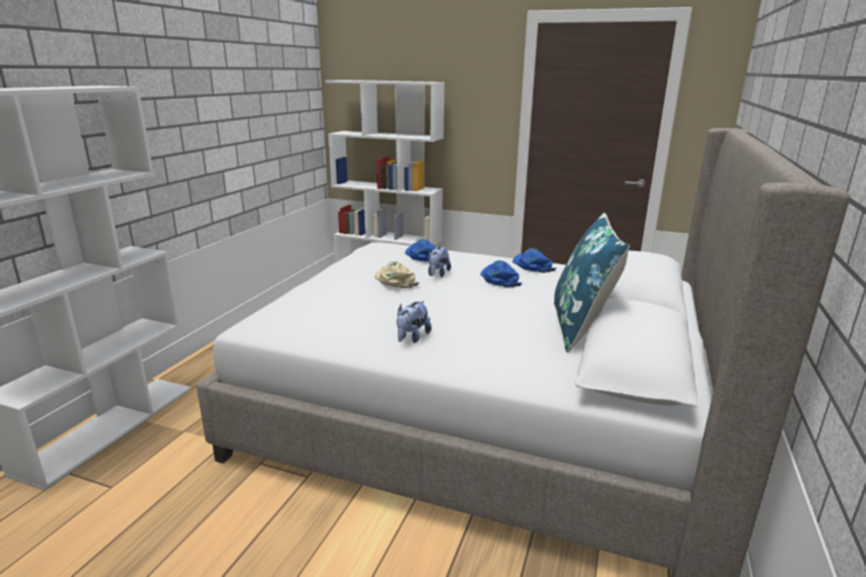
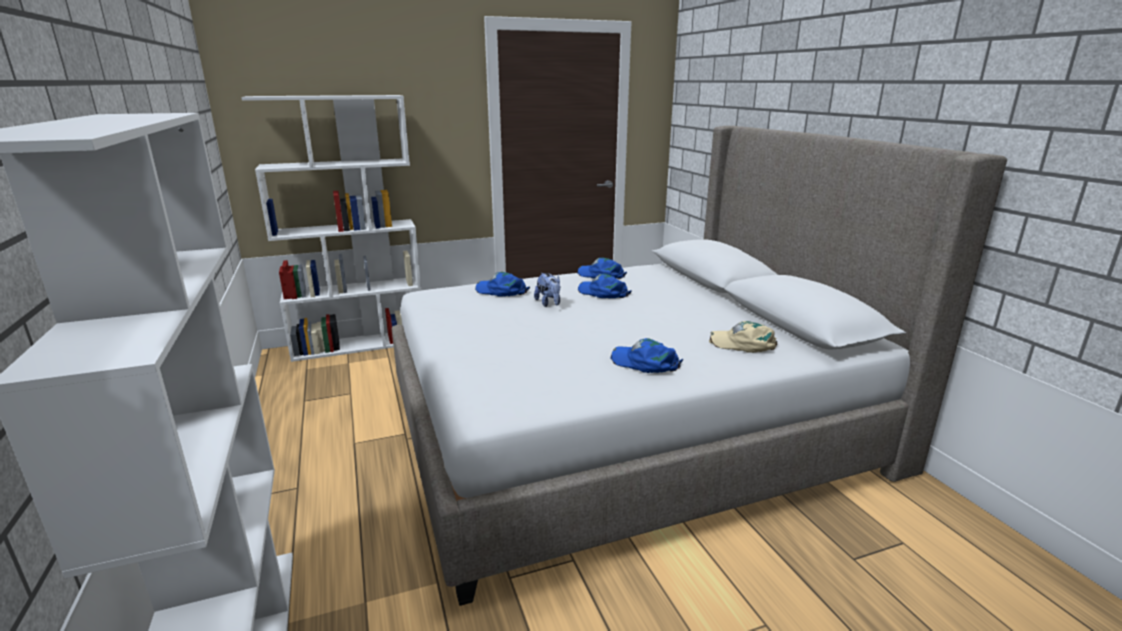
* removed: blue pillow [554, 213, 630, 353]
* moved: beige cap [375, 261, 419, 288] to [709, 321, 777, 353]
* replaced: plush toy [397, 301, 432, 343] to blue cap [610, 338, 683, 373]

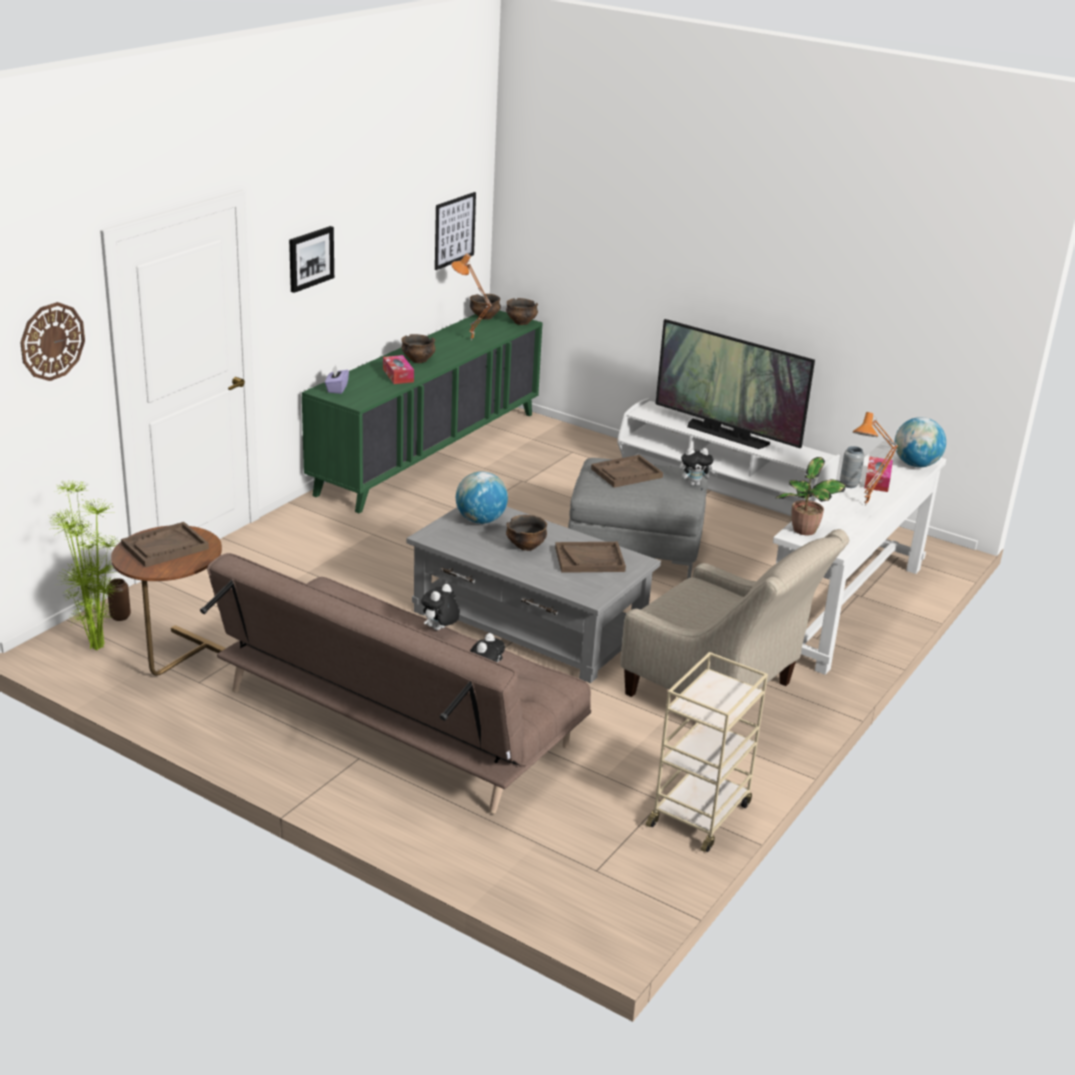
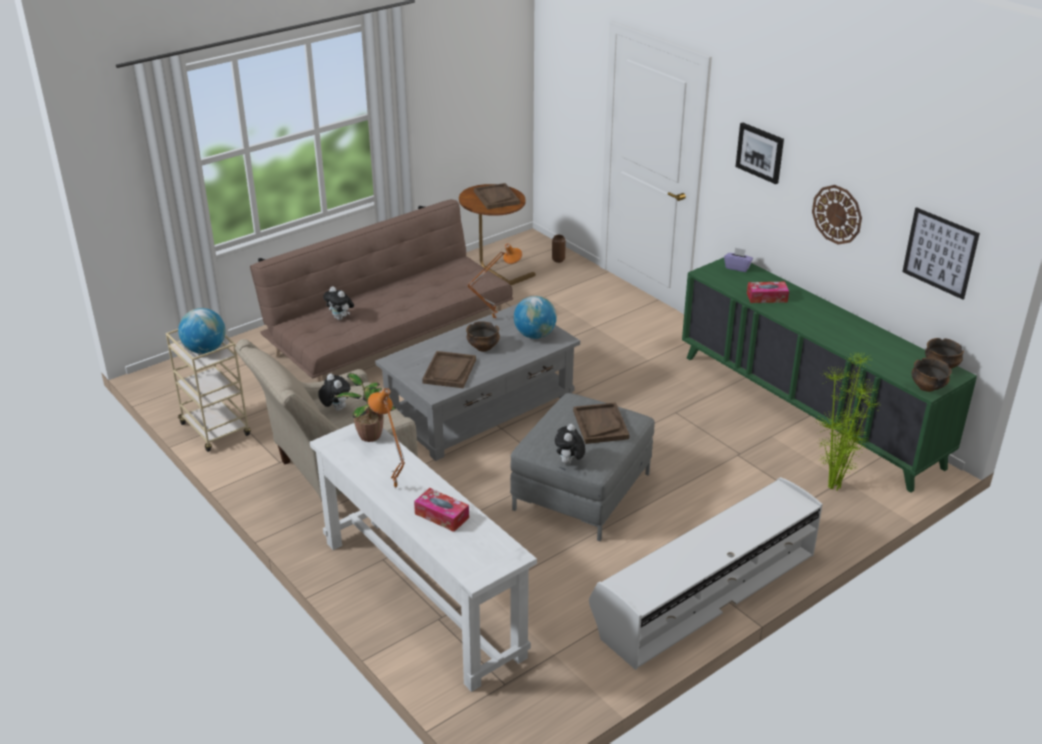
* moved: orange table lamp [451, 253, 492, 341] to [467, 243, 522, 320]
* moved: wall clock [20, 302, 85, 381] to [812, 185, 862, 244]
* removed: television [656, 319, 815, 449]
* removed: bowl [401, 334, 436, 363]
* moved: globe [894, 417, 946, 467] to [178, 308, 226, 354]
* removed: grey vase [840, 446, 865, 488]
* moved: potted plant [50, 480, 120, 650] to [815, 352, 880, 491]
* moved: plush toy [421, 584, 460, 630] to [318, 373, 350, 411]

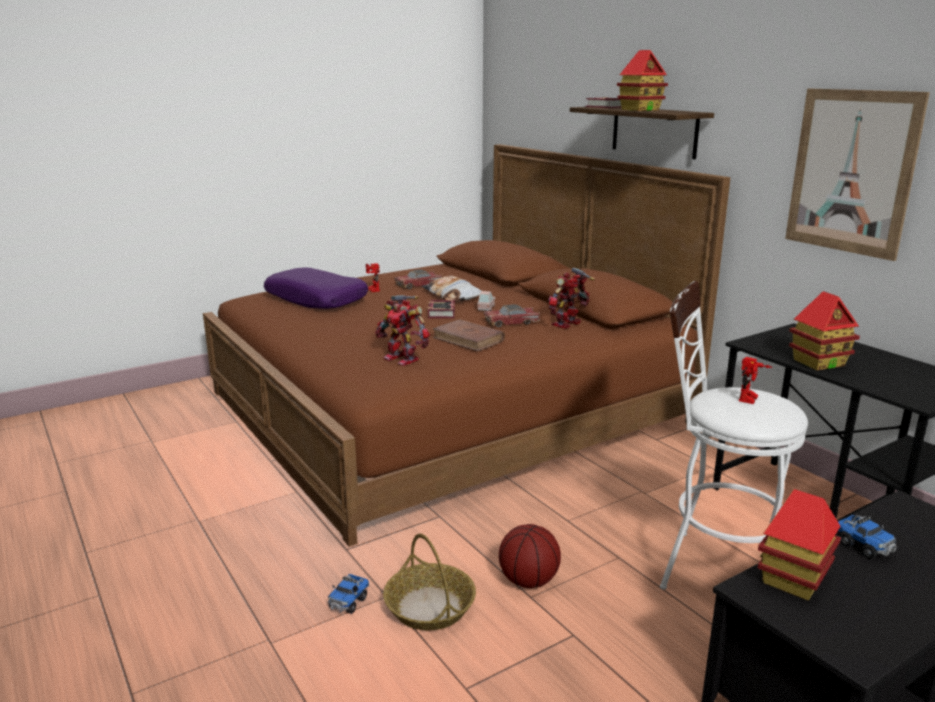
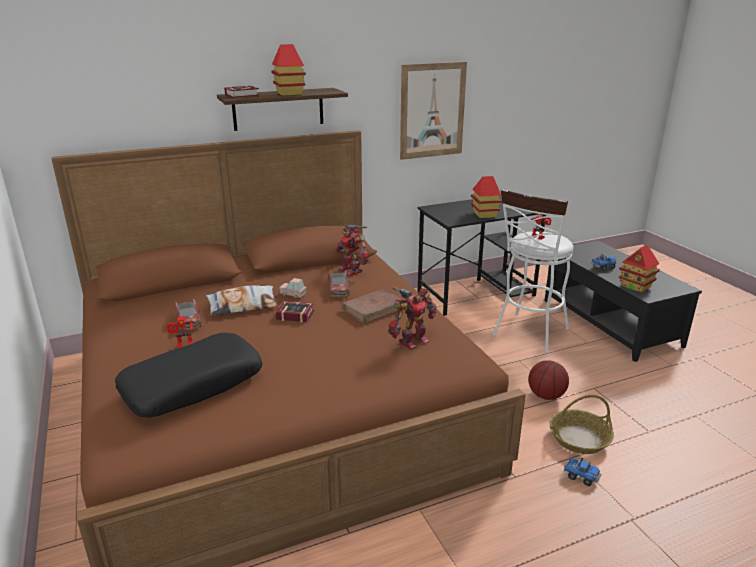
* recoloured: purple pillow [264, 268, 368, 309] to black pillow [115, 333, 262, 417]

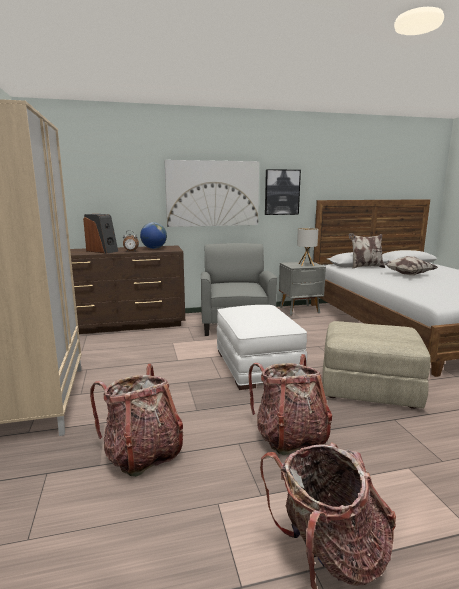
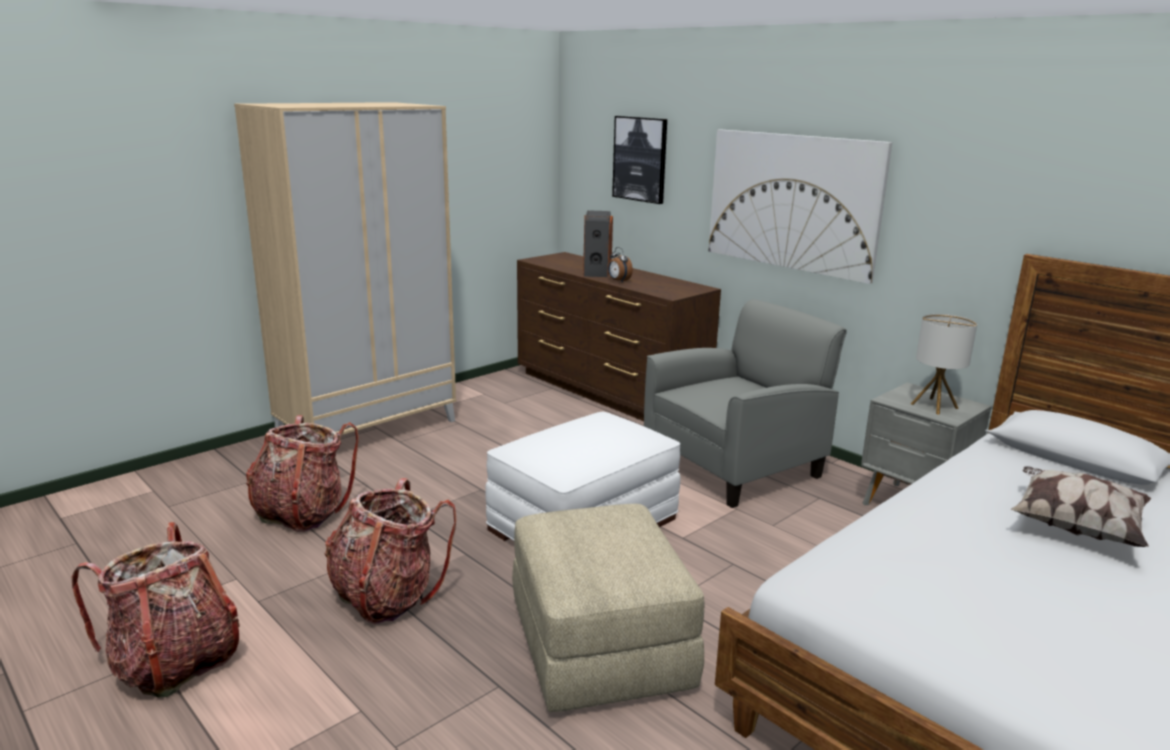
* moved: picture [265, 169, 301, 215] to [612, 116, 667, 204]
* removed: globe [140, 222, 167, 249]
* removed: pillow [349, 233, 385, 269]

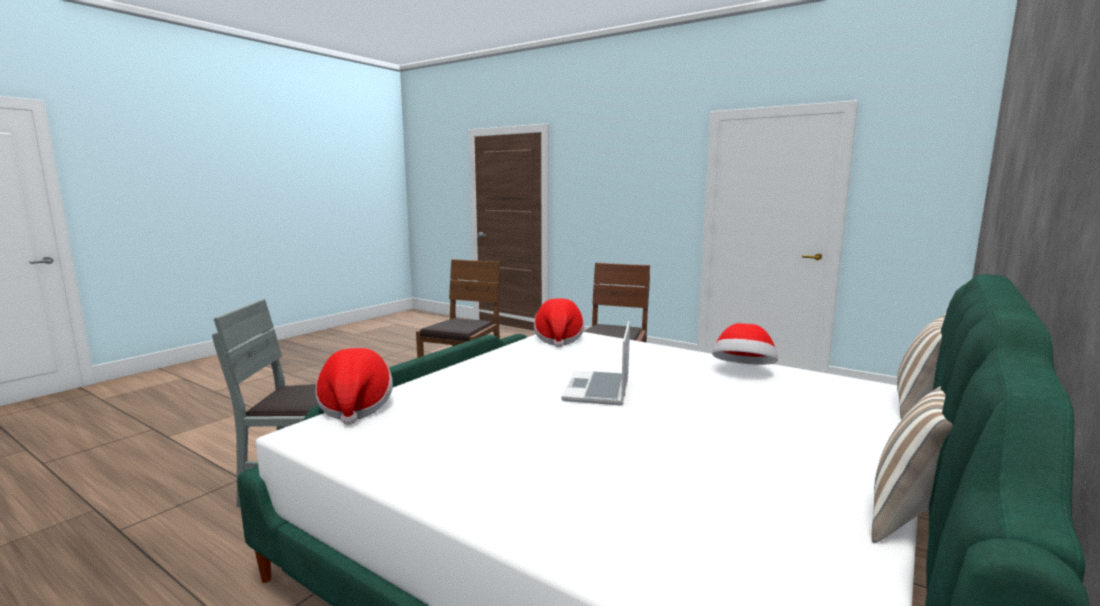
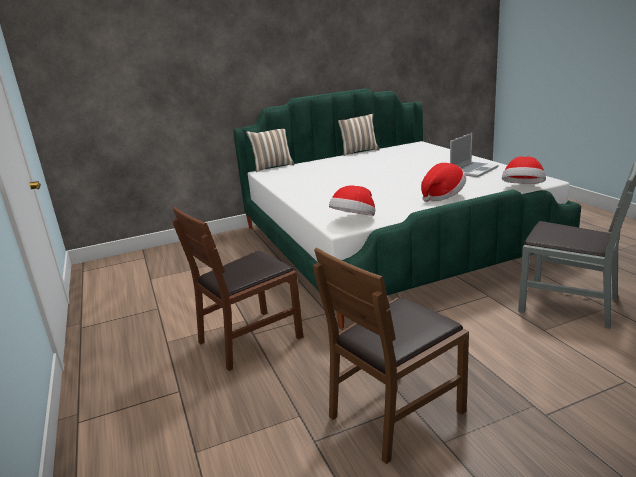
* moved: laptop [561, 321, 630, 406] to [450, 133, 498, 177]
* moved: hat [712, 323, 778, 365] to [421, 163, 466, 202]

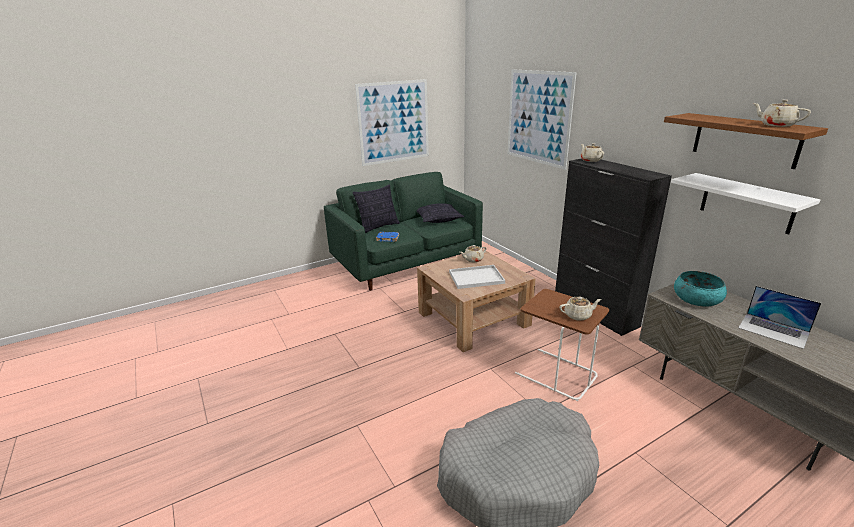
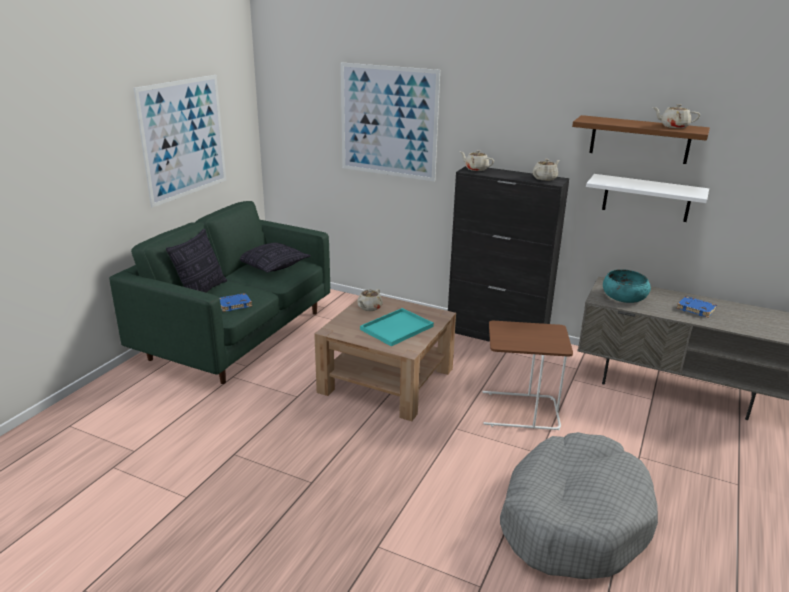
* recoloured: white tray [449, 265, 505, 289] to turquoise tray [360, 308, 434, 346]
* replaced: laptop [738, 286, 821, 349] to blue book [677, 296, 717, 318]
* moved: beige teapot [560, 297, 601, 321] to [533, 159, 560, 181]

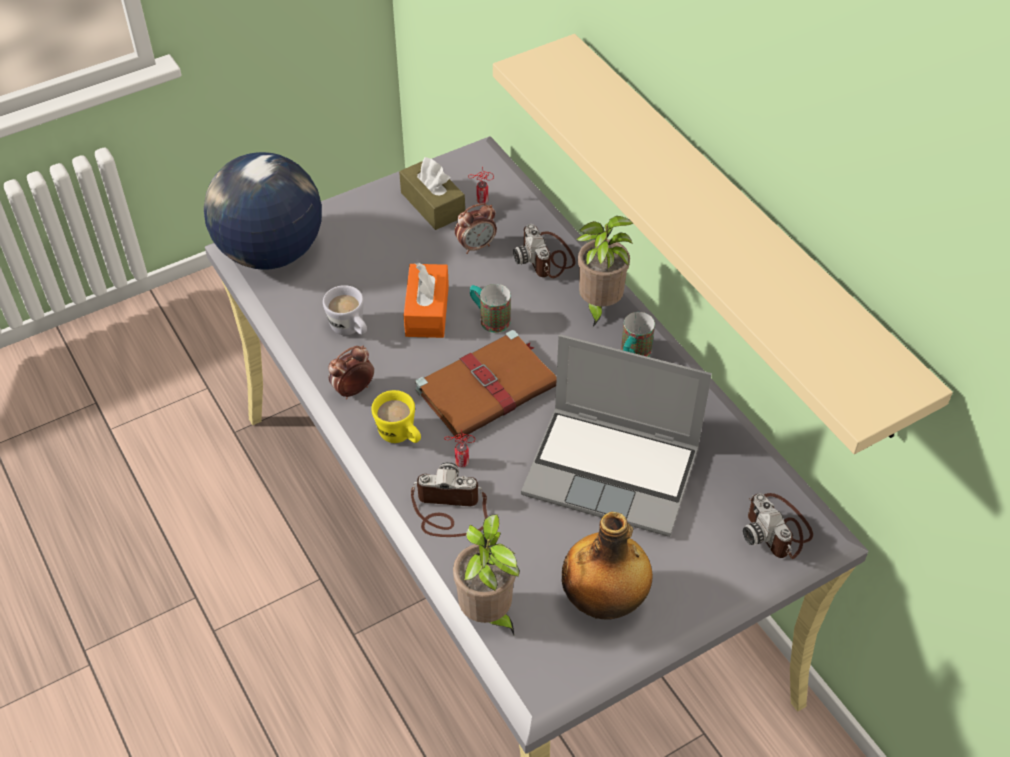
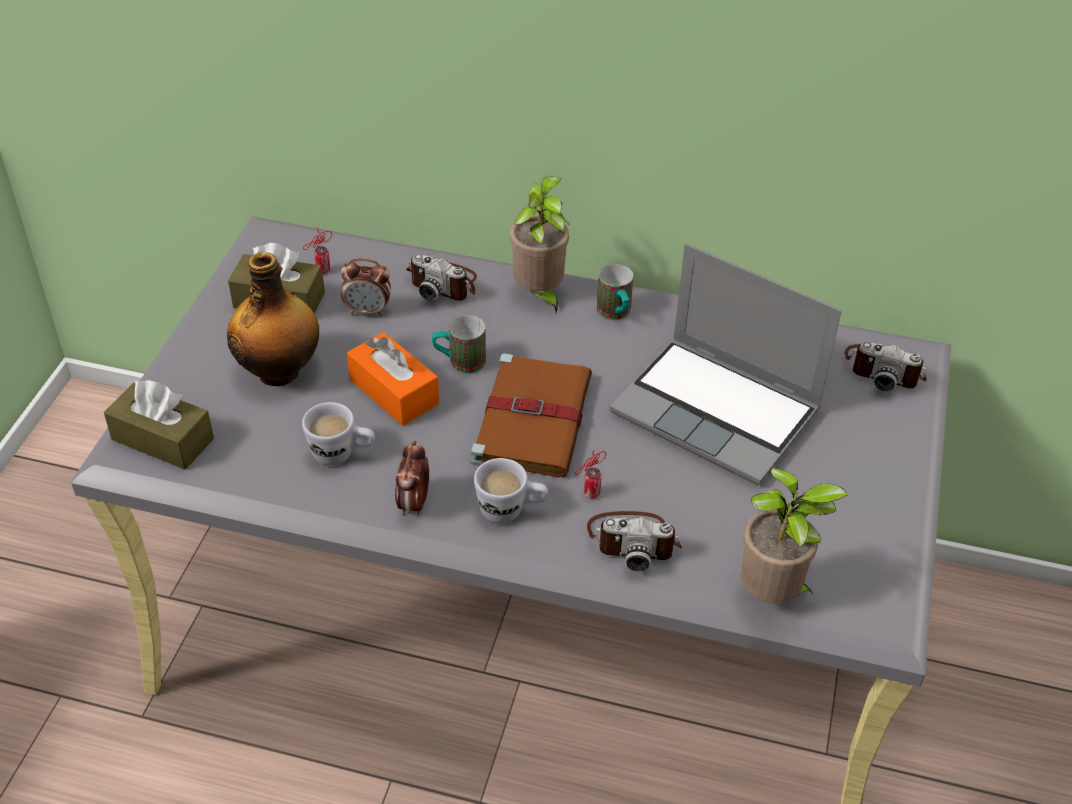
* removed: beige shelf [493, 34, 953, 454]
* replaced: globe [204, 152, 322, 270] to brown tissue box [104, 380, 214, 470]
* turned: alarm clock [455, 203, 497, 254] = [341, 258, 391, 317] 75 degrees clockwise
* turned: laptop [521, 334, 712, 537] = [610, 244, 842, 485] 60 degrees clockwise
* recoloured: yellow mug [371, 390, 421, 443] to white mug [474, 458, 548, 524]
* turned: photo camera [411, 462, 488, 537] = [587, 511, 682, 571] 135 degrees counterclockwise
* moved: bottle [561, 512, 653, 620] to [227, 252, 319, 386]

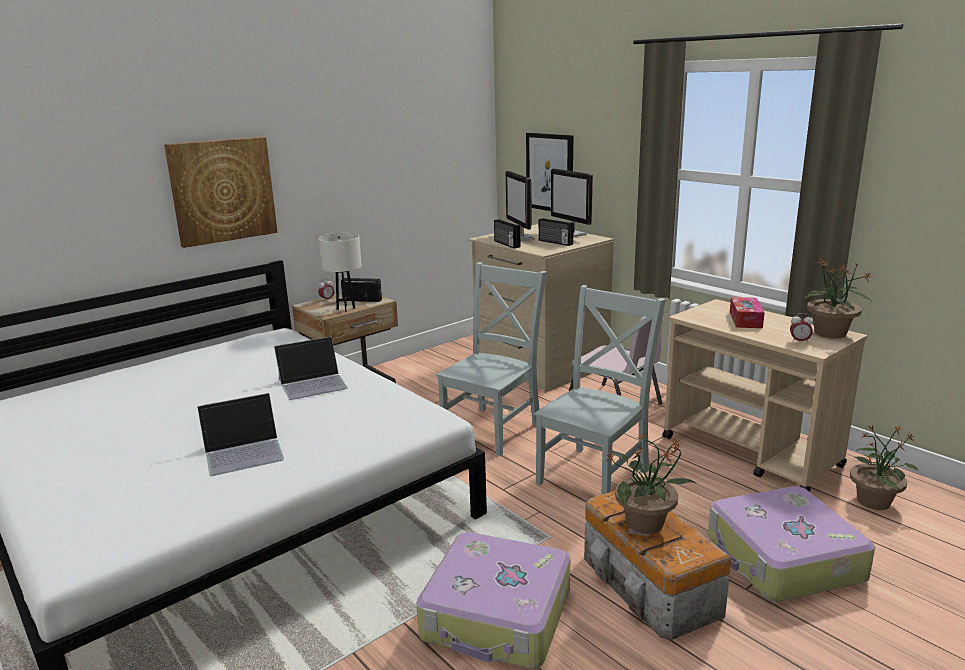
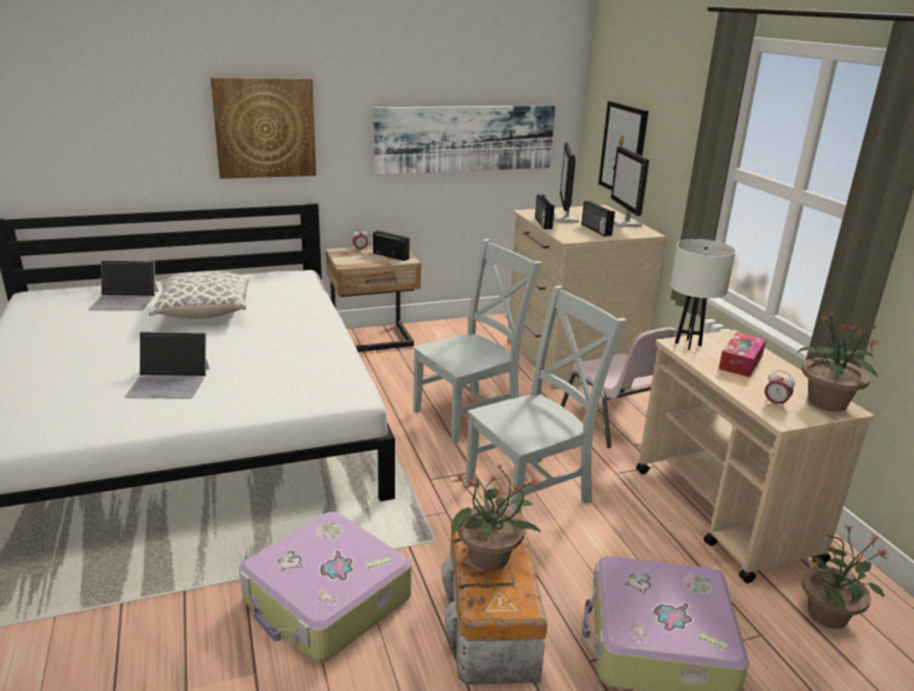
* moved: white table lamp [319, 233, 362, 312] to [670, 239, 736, 350]
* moved: laptop [274, 336, 348, 400] to [88, 260, 158, 311]
* added: picture [374, 105, 555, 174]
* added: pillow [149, 271, 249, 319]

